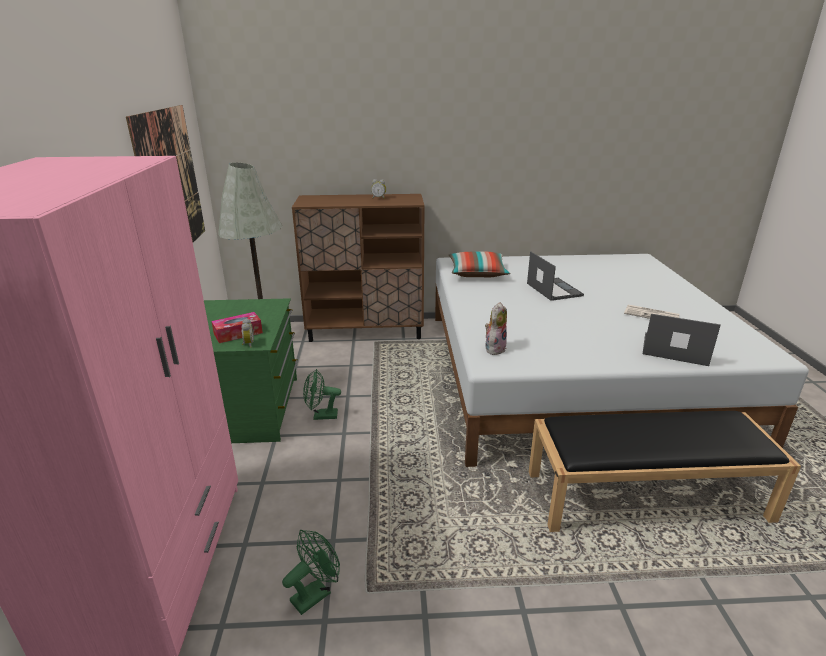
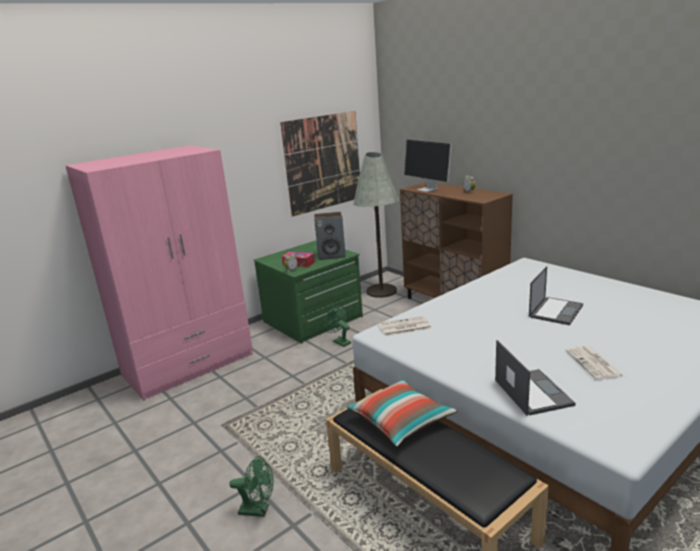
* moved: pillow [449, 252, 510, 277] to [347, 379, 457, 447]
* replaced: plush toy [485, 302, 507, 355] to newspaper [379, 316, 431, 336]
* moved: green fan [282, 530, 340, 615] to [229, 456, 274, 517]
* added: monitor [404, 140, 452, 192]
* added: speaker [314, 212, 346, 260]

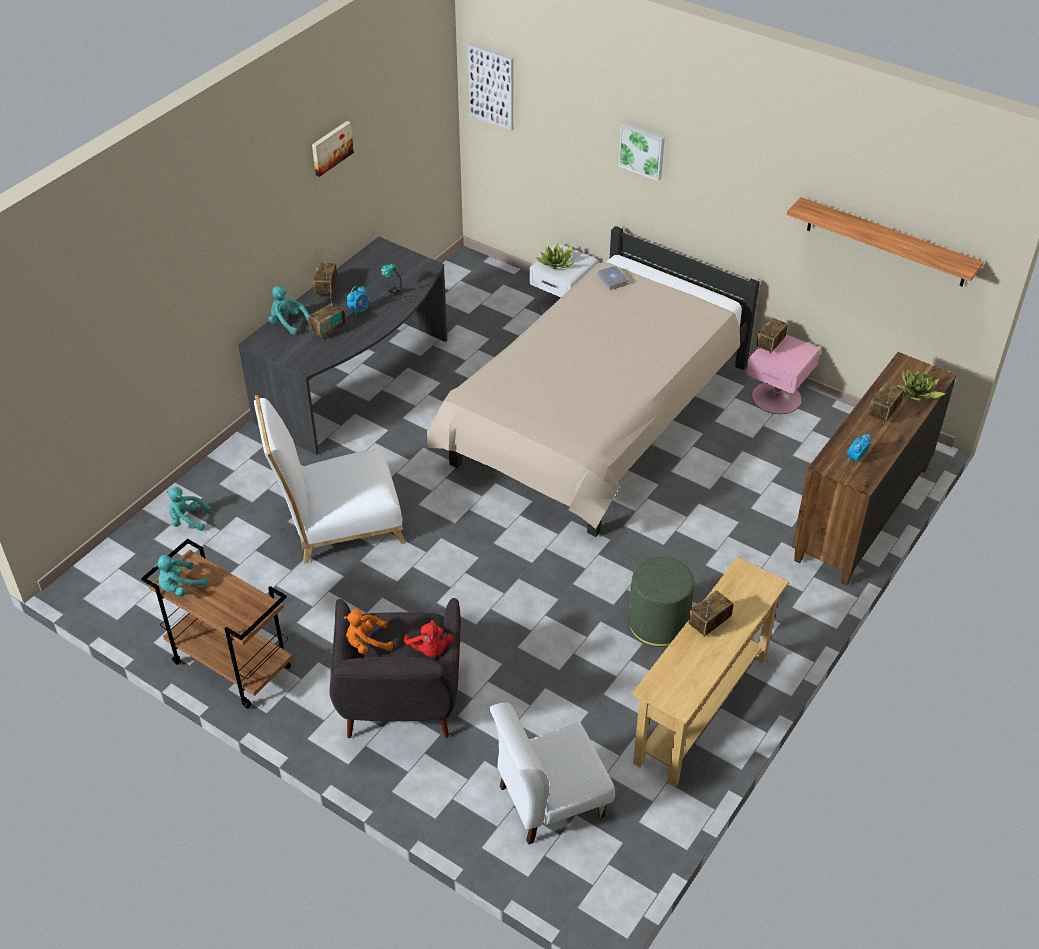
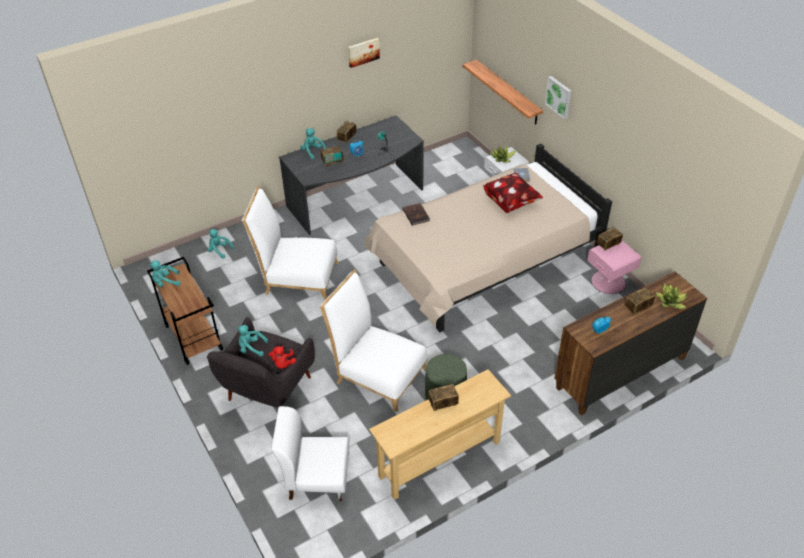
* removed: picture [468, 44, 513, 131]
* moved: shelf [787, 197, 983, 286] to [463, 59, 543, 124]
* recoloured: orange plush toy [344, 609, 393, 654] to turquoise plush toy [237, 325, 268, 356]
* added: pillow [484, 173, 543, 213]
* added: brown book [403, 203, 430, 226]
* added: white chair [320, 269, 427, 412]

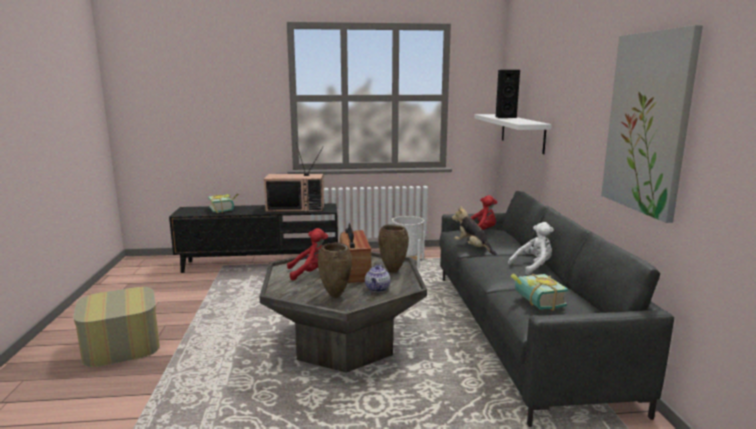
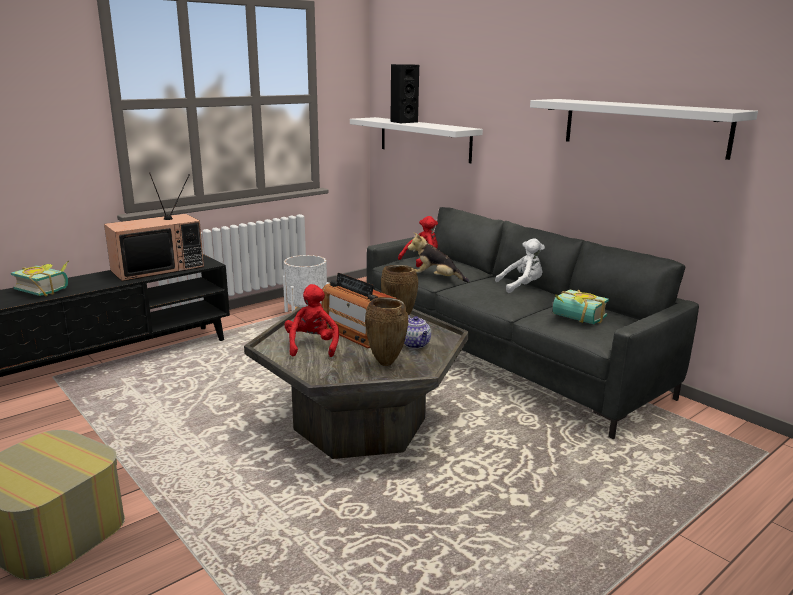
* replaced: picture [601, 25, 703, 223] to white shelf [530, 99, 758, 160]
* turned: white plush toy [508, 222, 554, 275] = [495, 238, 545, 293] 45 degrees clockwise
* turned: red plush toy [287, 228, 328, 281] = [284, 284, 339, 357] 45 degrees counterclockwise

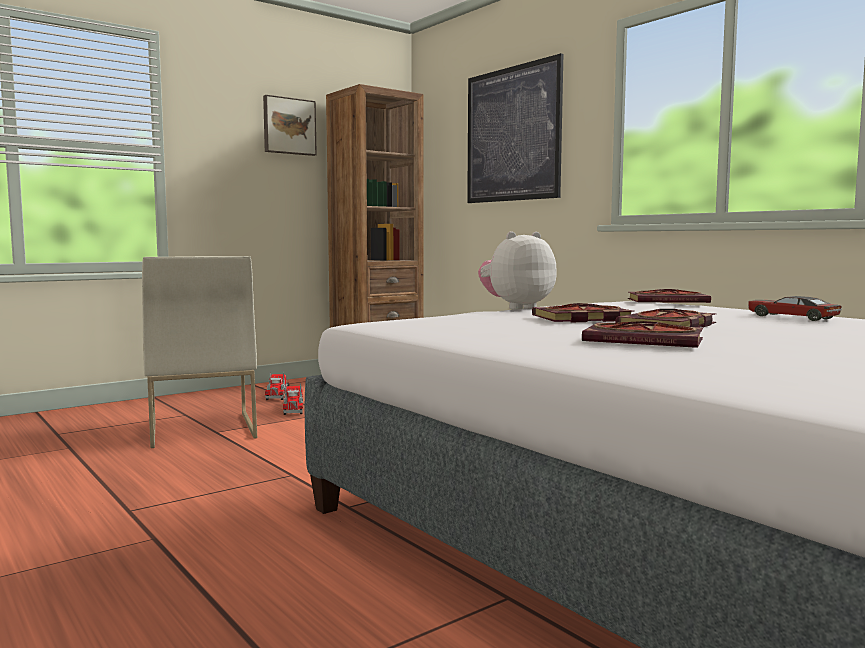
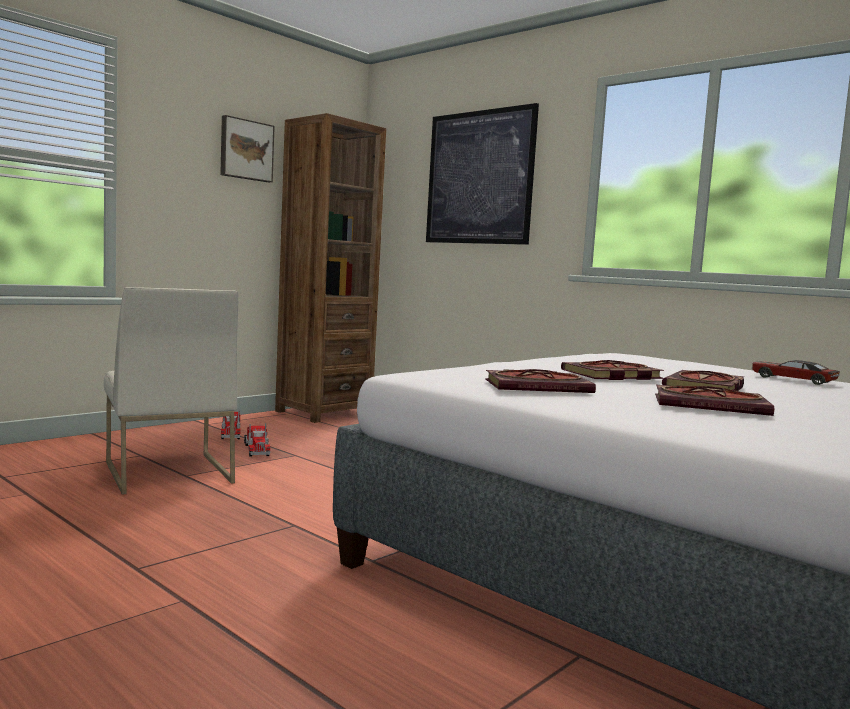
* removed: plush toy [478, 231, 557, 310]
* moved: book [627, 289, 711, 303] to [485, 369, 596, 393]

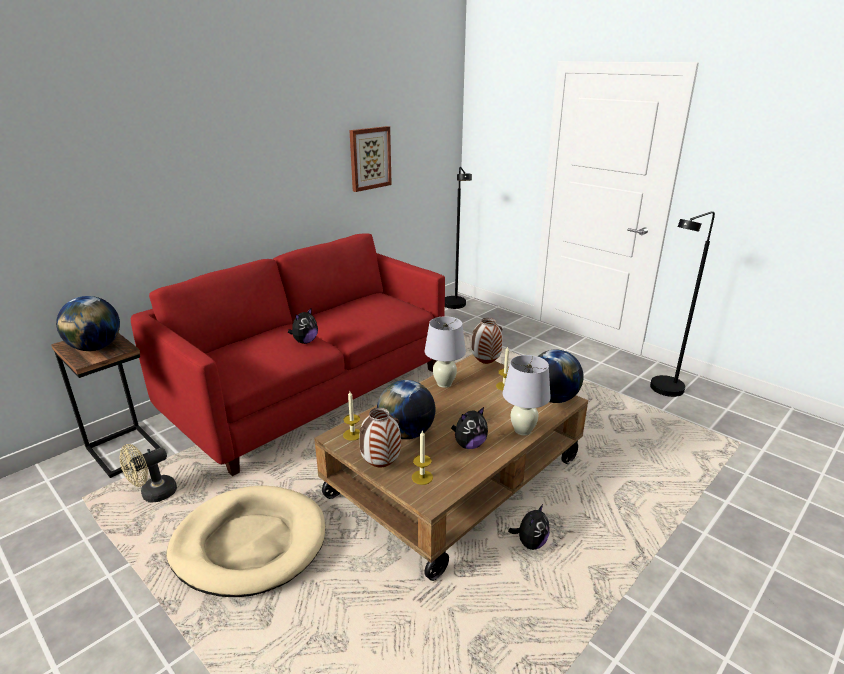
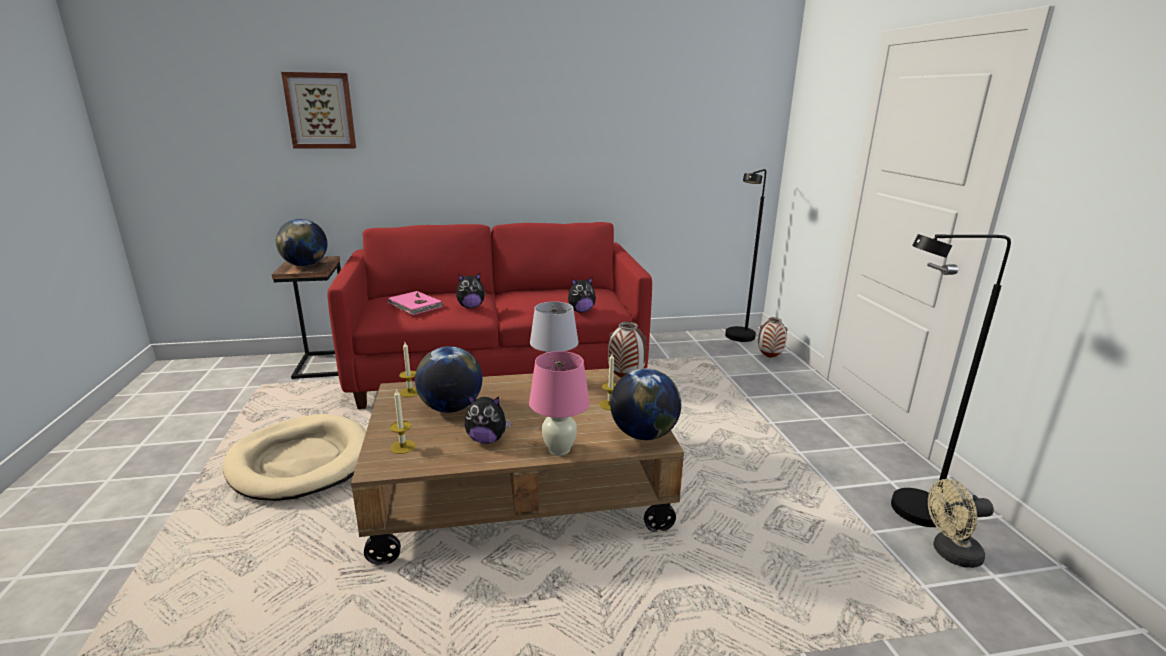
* moved: picture [349, 126, 392, 192] to [281, 72, 356, 149]
* recoloured: white table lamp [503, 355, 551, 436] to pink table lamp [529, 351, 590, 456]
* moved: vase [359, 408, 401, 468] to [758, 317, 788, 358]
* moved: beige fan [119, 444, 177, 503] to [928, 479, 994, 568]
* moved: plush toy [508, 504, 550, 550] to [568, 277, 596, 313]
* added: pink book [387, 291, 443, 315]

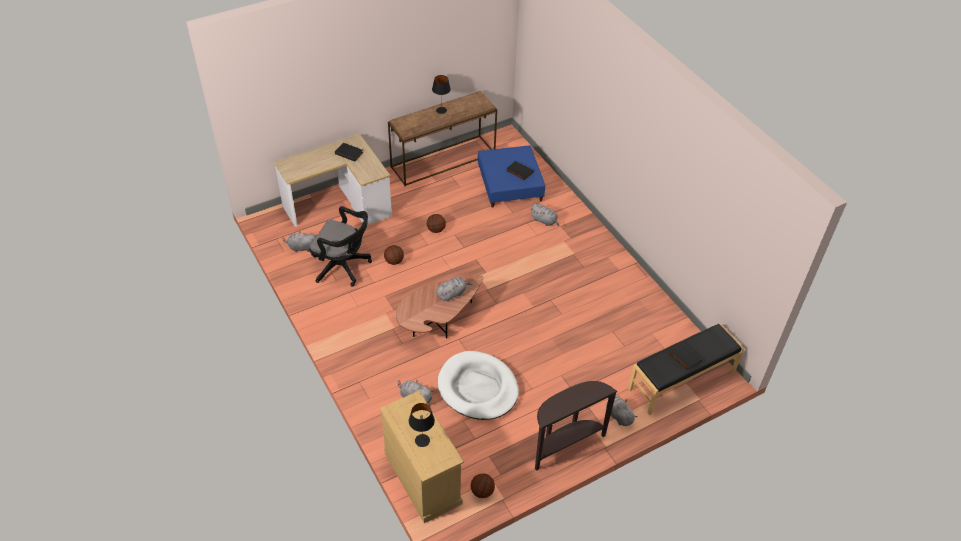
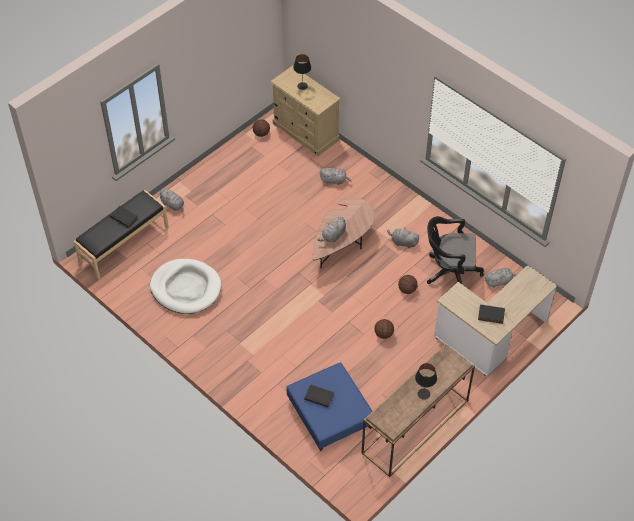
* moved: grey plush toy [530, 203, 559, 226] to [387, 227, 420, 249]
* moved: white dog bed [438, 351, 519, 420] to [150, 259, 221, 314]
* removed: brown console table [535, 381, 617, 471]

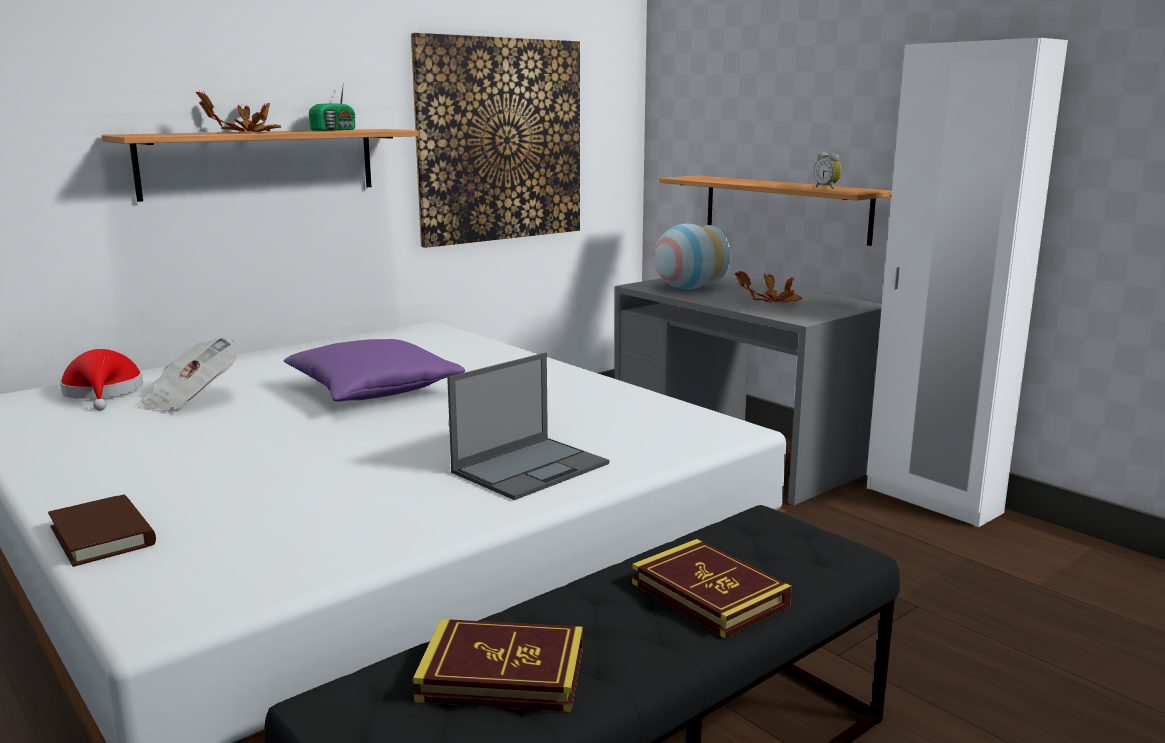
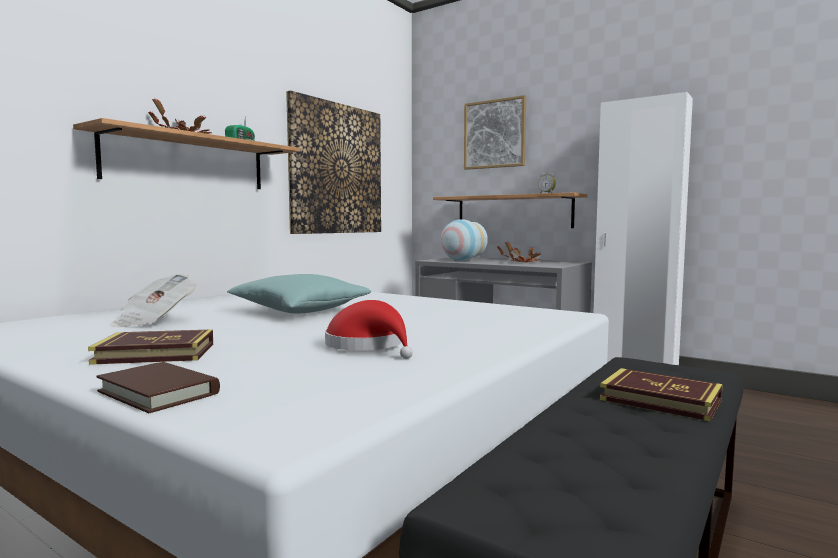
* recoloured: purple pillow [283, 339, 465, 402] to turquoise pillow [227, 274, 371, 313]
* moved: red hat [60, 349, 143, 410] to [325, 300, 413, 359]
* removed: laptop [447, 353, 609, 500]
* moved: book [413, 619, 583, 712] to [88, 329, 213, 365]
* added: picture [464, 95, 526, 170]

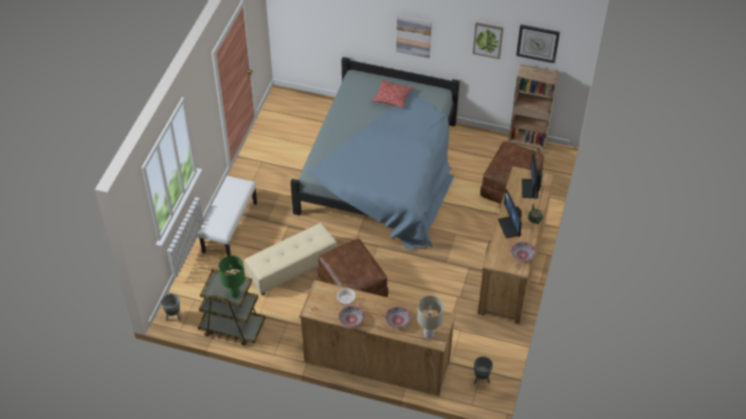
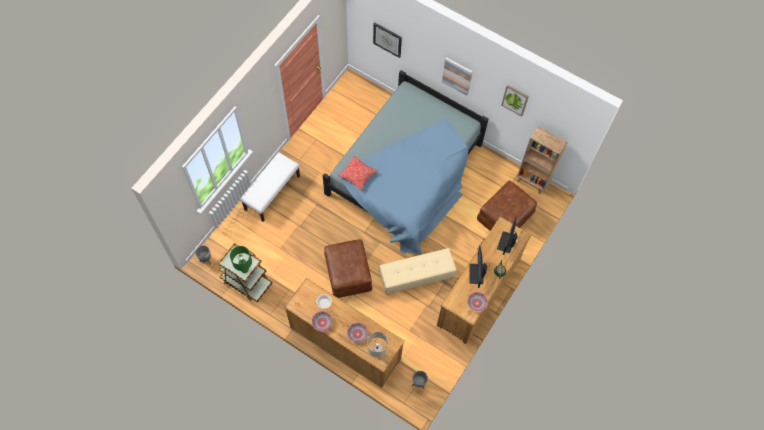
* moved: wall clock [516, 25, 560, 63] to [373, 23, 402, 58]
* moved: pillow [372, 80, 413, 108] to [338, 156, 377, 190]
* moved: beige ottoman [244, 223, 337, 295] to [379, 248, 456, 295]

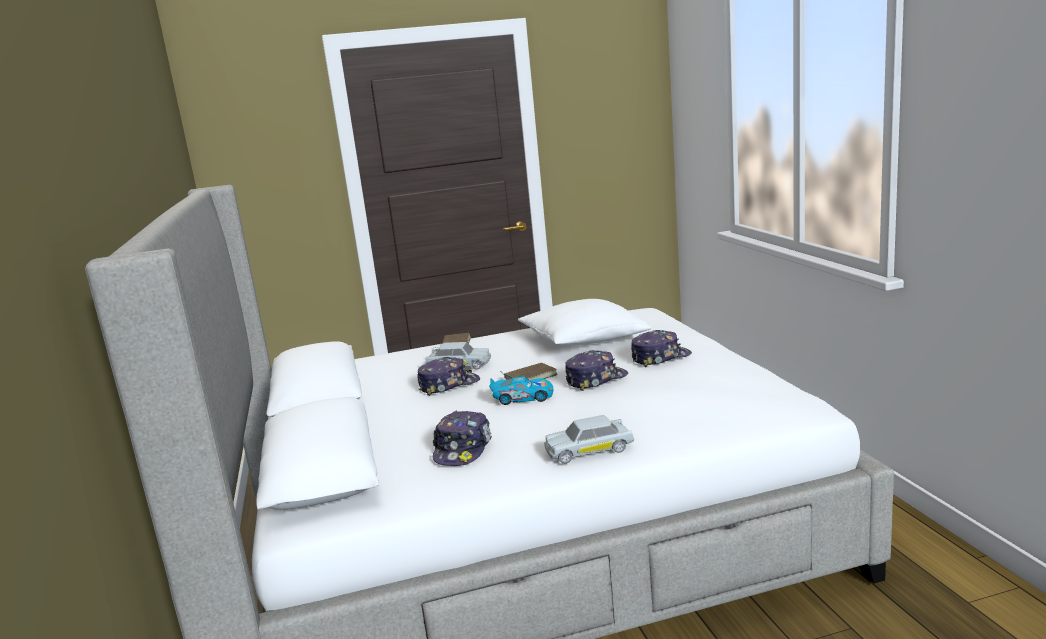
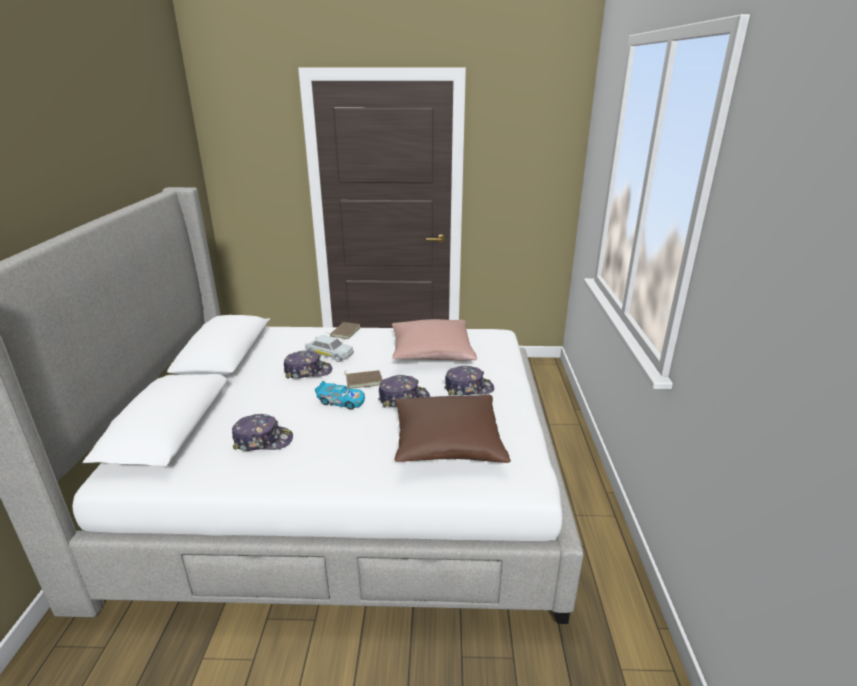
* recoloured: white pillow [518, 299, 652, 345] to pink pillow [392, 319, 477, 360]
* turned: cap [432, 410, 492, 466] = [232, 414, 293, 451] 120 degrees counterclockwise
* removed: white toy car [544, 415, 634, 464]
* added: brown pillow [394, 395, 511, 463]

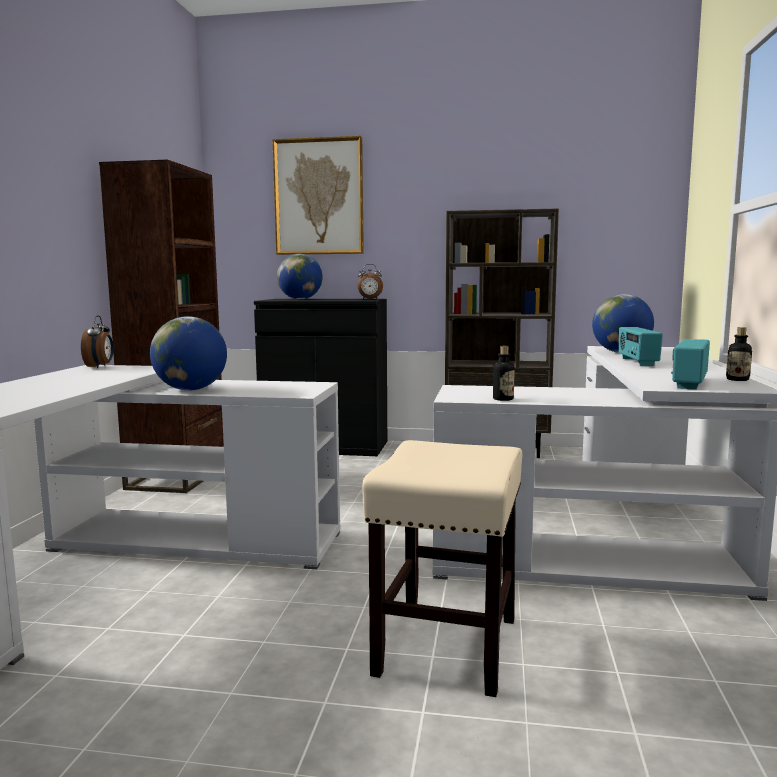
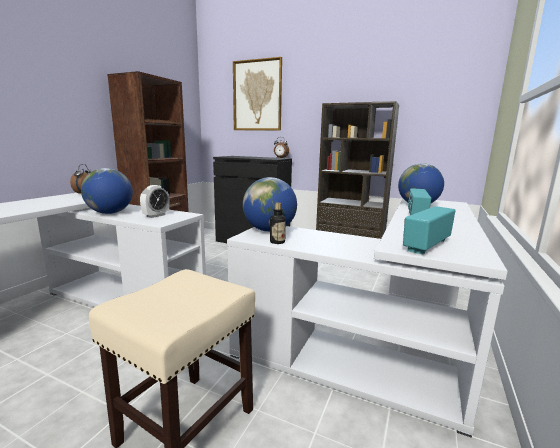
* moved: globe [277, 254, 323, 300] to [243, 177, 297, 232]
* removed: bottle [726, 327, 752, 381]
* added: alarm clock [140, 185, 170, 218]

